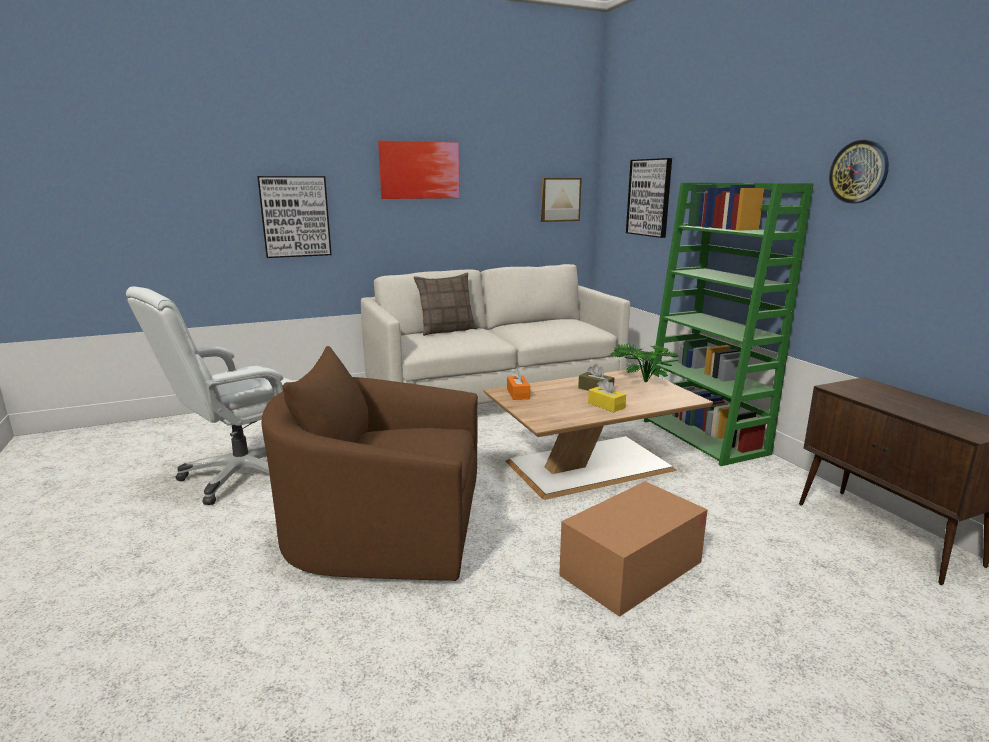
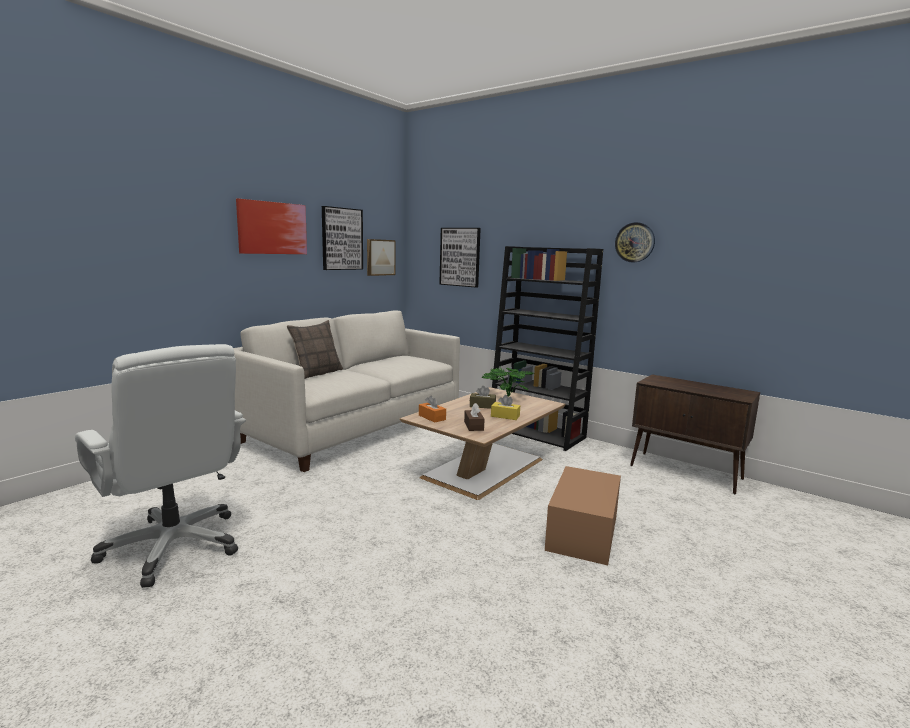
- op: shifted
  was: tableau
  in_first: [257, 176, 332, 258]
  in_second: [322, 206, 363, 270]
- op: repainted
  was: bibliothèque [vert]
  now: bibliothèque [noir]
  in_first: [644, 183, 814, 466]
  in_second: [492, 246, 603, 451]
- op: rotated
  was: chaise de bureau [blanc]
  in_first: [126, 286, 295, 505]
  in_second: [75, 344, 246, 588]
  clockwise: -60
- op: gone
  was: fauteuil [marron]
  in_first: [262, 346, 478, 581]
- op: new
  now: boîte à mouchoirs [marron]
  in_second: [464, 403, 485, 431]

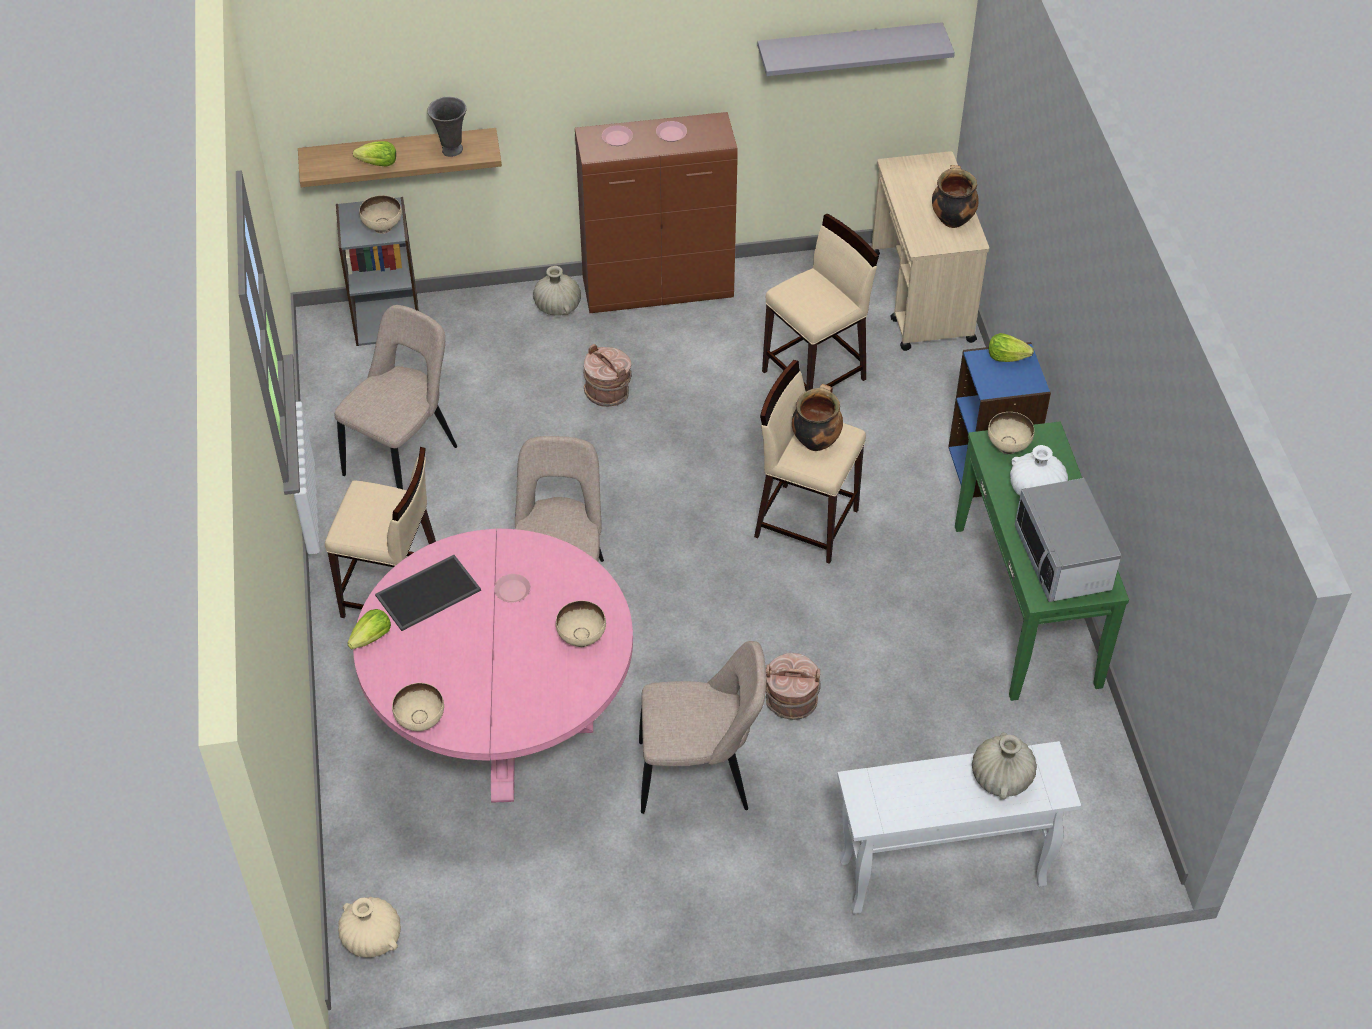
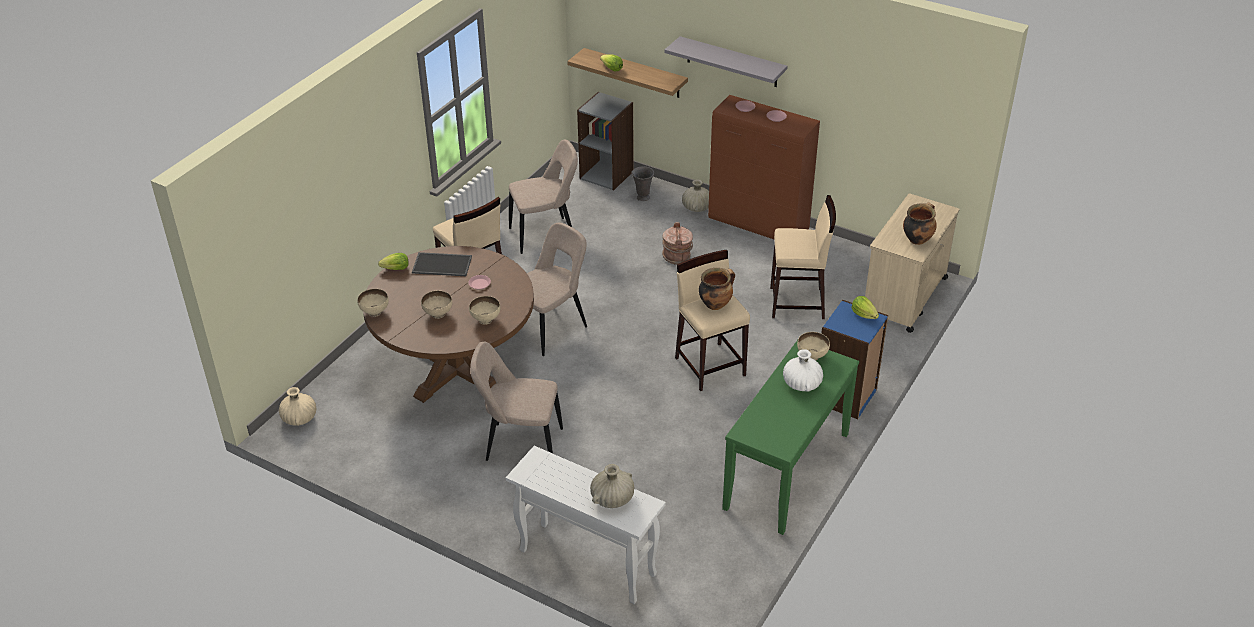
- op: shifted
  was: étagère [gris]
  in_first: [757, 22, 955, 76]
  in_second: [664, 36, 788, 87]
- op: shifted
  was: vase [gris]
  in_first: [427, 97, 467, 157]
  in_second: [631, 167, 654, 201]
- op: shifted
  was: bol [beige]
  in_first: [359, 195, 402, 234]
  in_second: [421, 291, 452, 319]
- op: gone
  was: micro-ondes
  in_first: [1015, 478, 1122, 602]
- op: repainted
  was: table à manger [rose]
  now: table à manger [marron]
  in_first: [353, 528, 633, 803]
  in_second: [363, 246, 534, 403]
- op: rotated
  was: chaise [beige]
  in_first: [639, 641, 766, 814]
  in_second: [470, 342, 563, 461]
  clockwise: 150
- op: gone
  was: seau [marron]
  in_first: [766, 653, 821, 720]

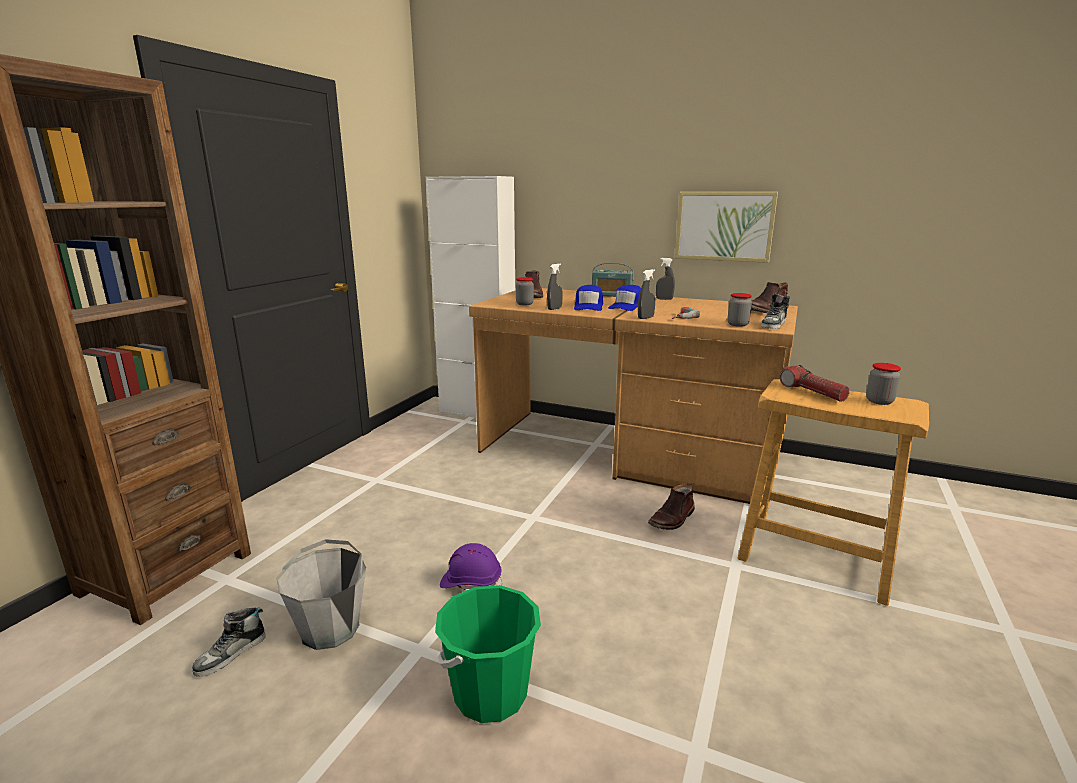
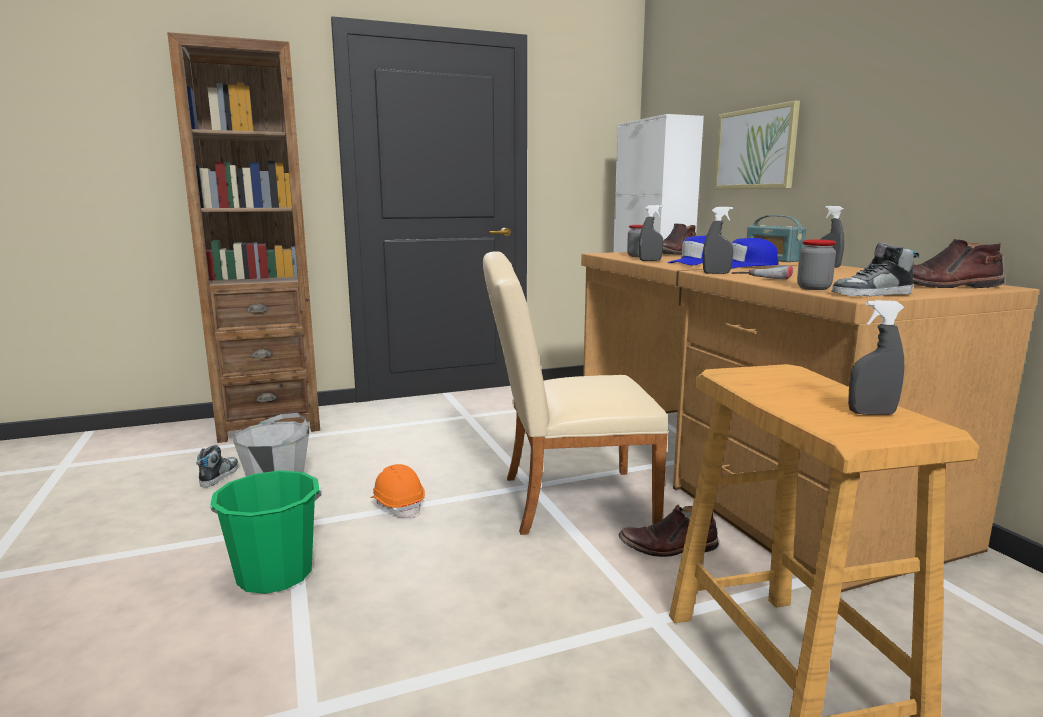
- op: shifted
  was: tableau
  in_first: [675, 192, 778, 263]
  in_second: [714, 101, 800, 189]
- op: swapped
  was: bocal
  now: vaporisateur [gris]
  in_first: [866, 363, 901, 405]
  in_second: [848, 300, 904, 415]
- op: gone
  was: lampe de poche
  in_first: [780, 365, 850, 402]
- op: repainted
  was: casque de chantier [violet]
  now: casque de chantier [orange]
  in_first: [440, 543, 503, 590]
  in_second: [370, 464, 425, 518]
- op: rotated
  was: chaussure
  in_first: [192, 607, 266, 677]
  in_second: [197, 445, 238, 487]
  clockwise: 105
- op: new
  now: chaise [beige]
  in_second: [483, 251, 669, 535]

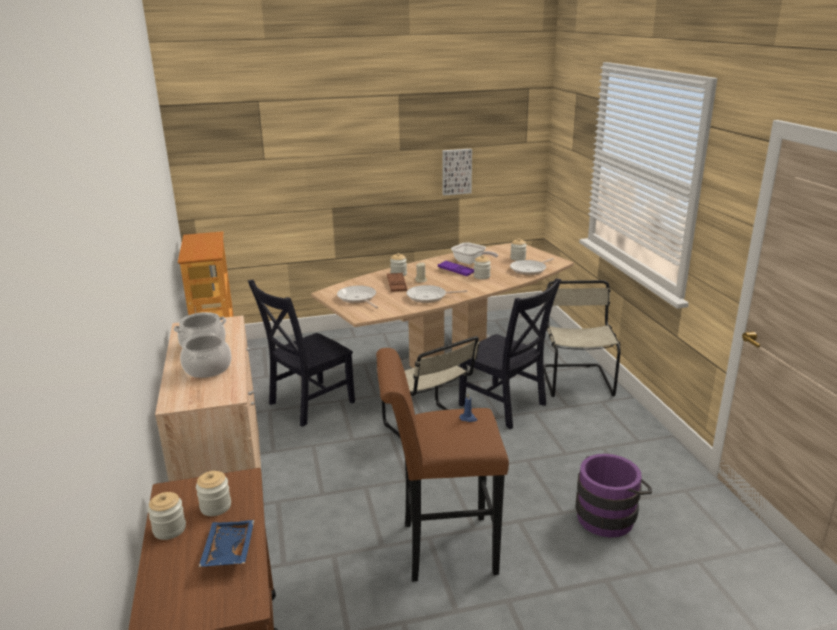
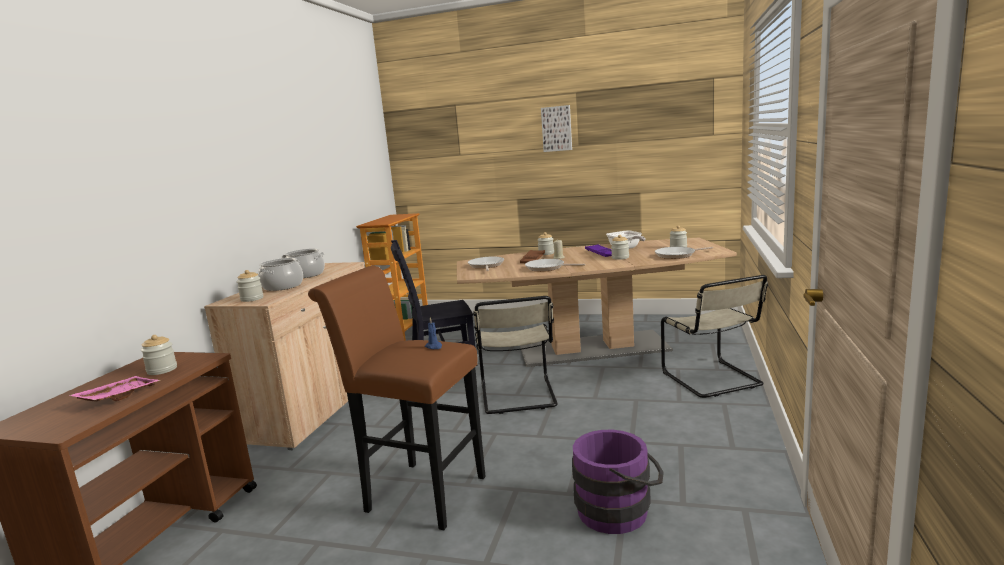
- op: shifted
  was: tableau
  in_first: [442, 149, 472, 195]
  in_second: [541, 105, 572, 152]
- op: gone
  was: chaise [noir]
  in_first: [459, 278, 562, 429]
- op: rotated
  was: chaise [beige]
  in_first: [544, 280, 621, 397]
  in_second: [661, 275, 768, 398]
  clockwise: 135
- op: shifted
  was: bocal
  in_first: [148, 492, 186, 540]
  in_second: [237, 270, 264, 302]
- op: repainted
  was: plateau [bleu]
  now: plateau [rose]
  in_first: [198, 520, 254, 567]
  in_second: [68, 376, 161, 402]

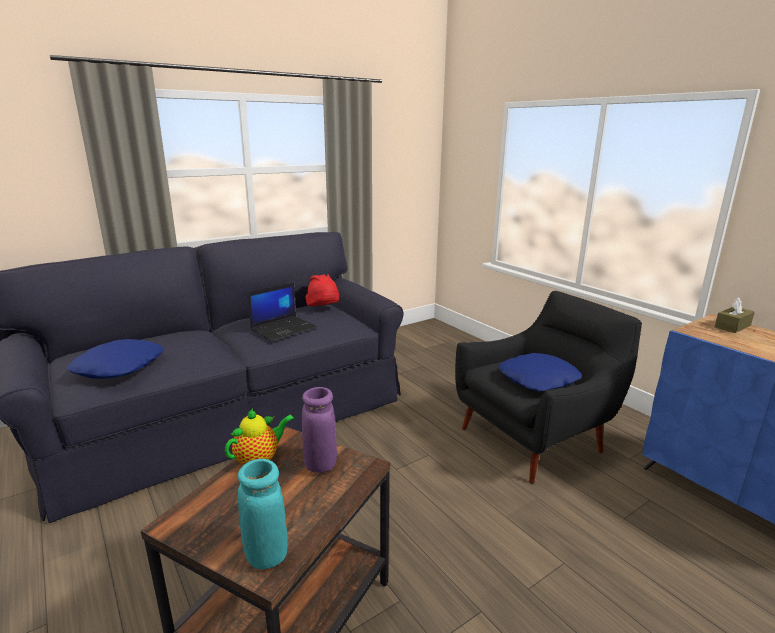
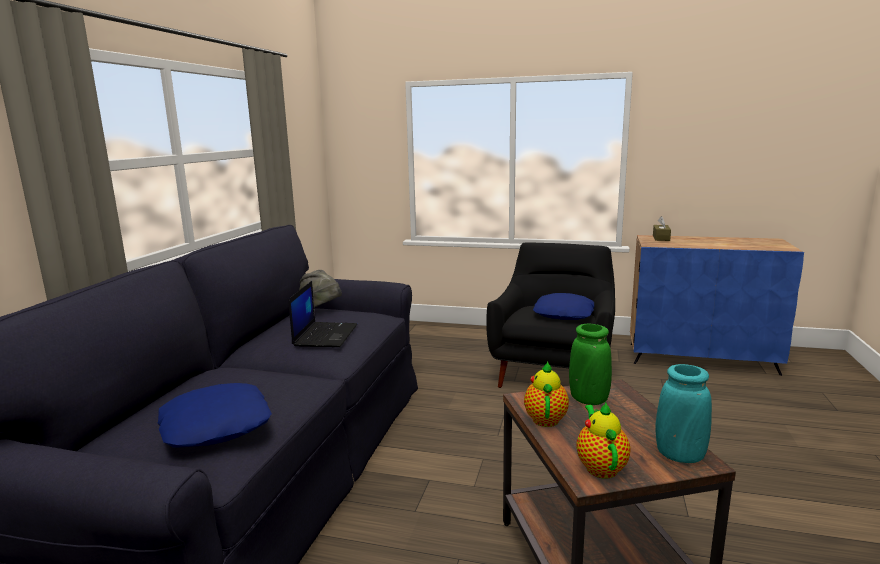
- op: repainted
  was: chapeau [rouge]
  now: chapeau [gris]
  in_first: [306, 274, 339, 306]
  in_second: [299, 270, 342, 308]
- op: repainted
  was: vase [violet]
  now: vase [vert]
  in_first: [302, 387, 337, 473]
  in_second: [569, 324, 612, 405]
- op: new
  now: théière
  in_second: [576, 402, 631, 479]

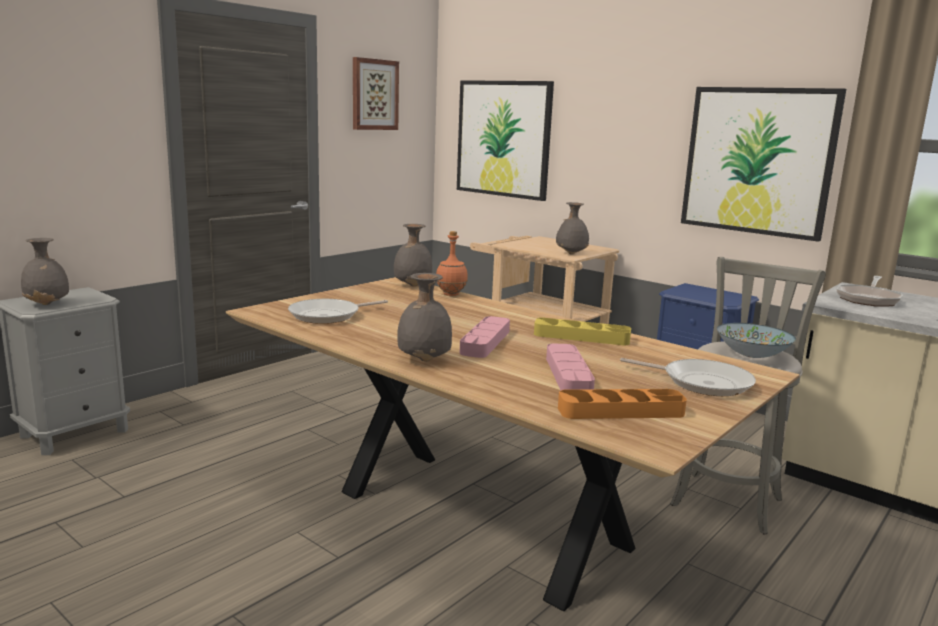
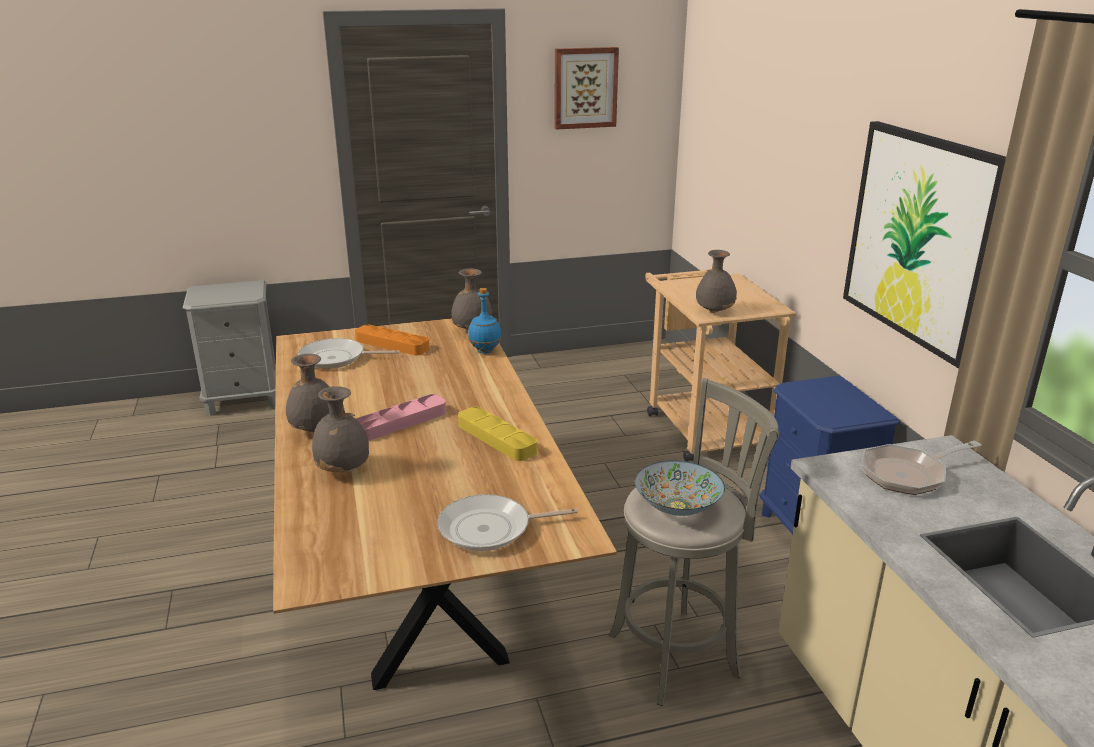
- op: gone
  was: tableau
  in_first: [457, 80, 554, 201]
- op: repainted
  was: bouteille [orange]
  now: bouteille [bleu]
  in_first: [436, 231, 468, 296]
  in_second: [468, 288, 502, 354]
- op: shifted
  was: vase [gris]
  in_first: [21, 238, 69, 305]
  in_second: [312, 386, 369, 472]
- op: gone
  was: plateau [rose]
  in_first: [546, 344, 595, 391]
- op: rotated
  was: poêle
  in_first: [620, 358, 756, 396]
  in_second: [437, 494, 578, 551]
  clockwise: 105
- op: shifted
  was: plateau [orange]
  in_first: [558, 389, 687, 419]
  in_second: [355, 325, 429, 355]

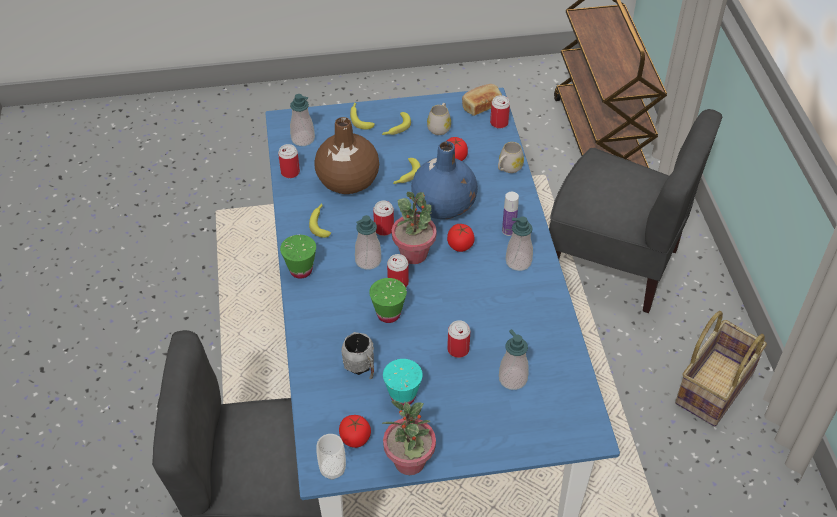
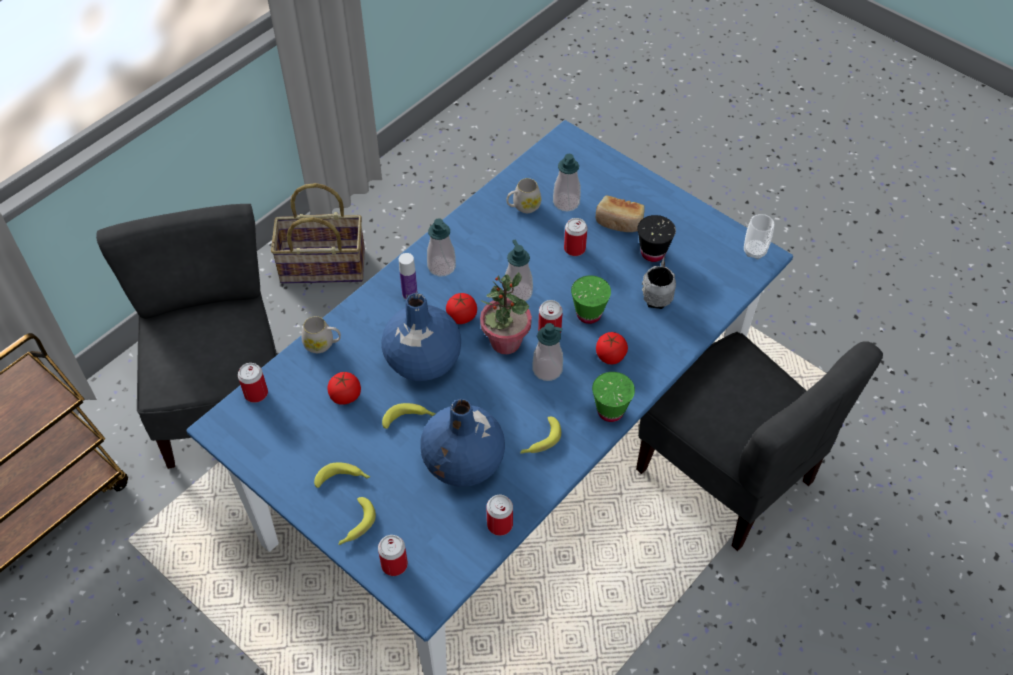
- op: shifted
  was: pain
  in_first: [462, 84, 502, 116]
  in_second: [596, 196, 645, 232]
- op: shifted
  was: distributeur de savon
  in_first: [290, 94, 315, 146]
  in_second: [505, 239, 533, 301]
- op: shifted
  was: mug [blanc]
  in_first: [427, 103, 451, 135]
  in_second: [506, 178, 541, 213]
- op: repainted
  was: vase [marron]
  now: vase [bleu]
  in_first: [314, 117, 379, 194]
  in_second: [420, 399, 505, 487]
- op: shifted
  was: boîte métallique
  in_first: [373, 200, 394, 236]
  in_second: [378, 535, 408, 576]
- op: repainted
  was: tasse [turquoise]
  now: tasse [noir]
  in_first: [383, 359, 423, 405]
  in_second: [637, 215, 676, 262]
- op: gone
  was: plante en pot
  in_first: [382, 400, 436, 475]
- op: shifted
  was: tomate
  in_first: [339, 415, 371, 448]
  in_second: [596, 332, 628, 364]

